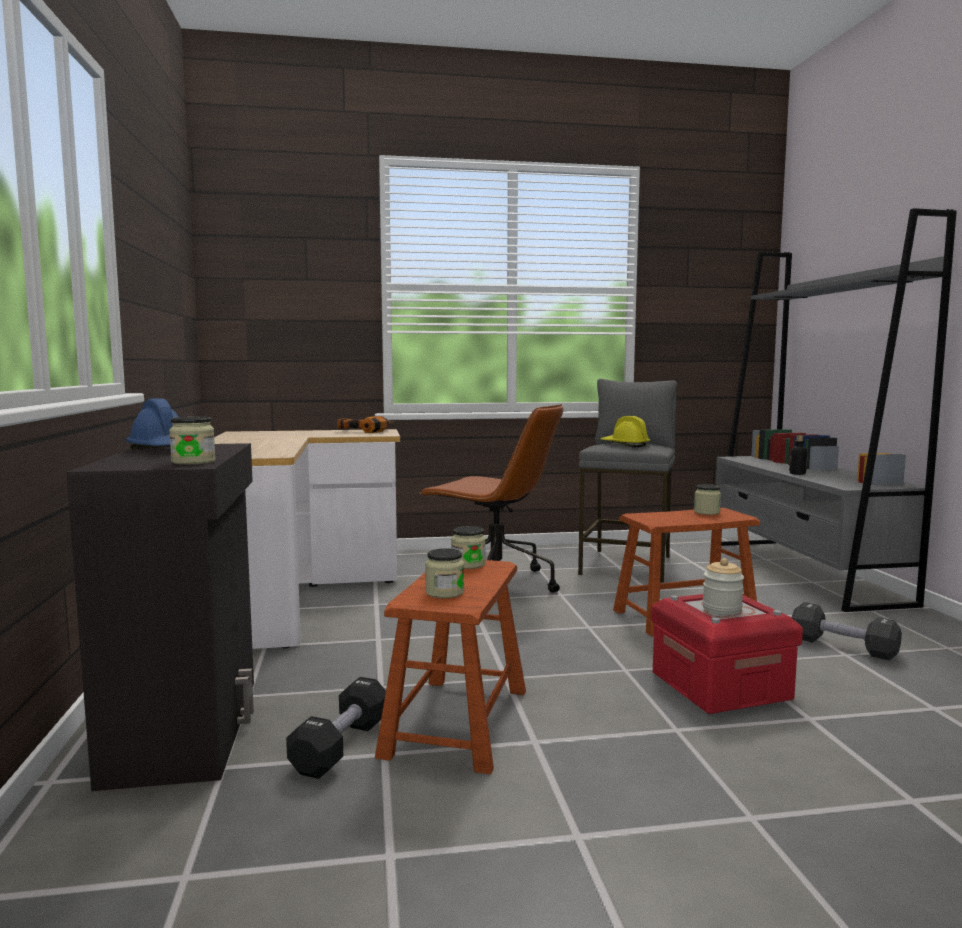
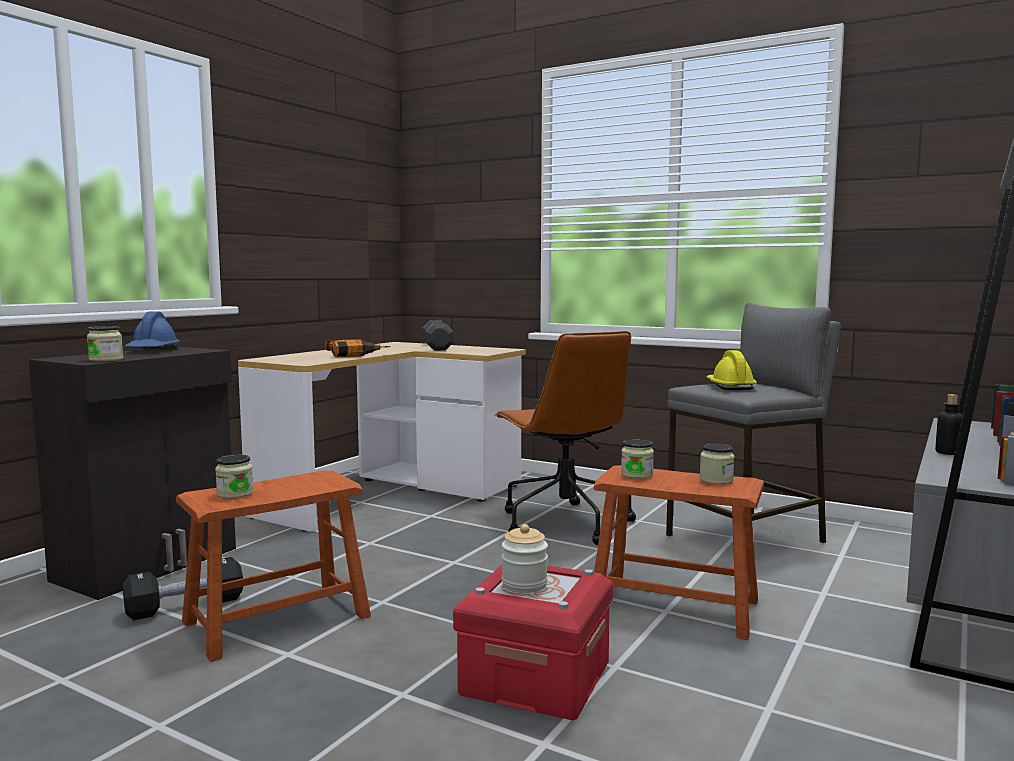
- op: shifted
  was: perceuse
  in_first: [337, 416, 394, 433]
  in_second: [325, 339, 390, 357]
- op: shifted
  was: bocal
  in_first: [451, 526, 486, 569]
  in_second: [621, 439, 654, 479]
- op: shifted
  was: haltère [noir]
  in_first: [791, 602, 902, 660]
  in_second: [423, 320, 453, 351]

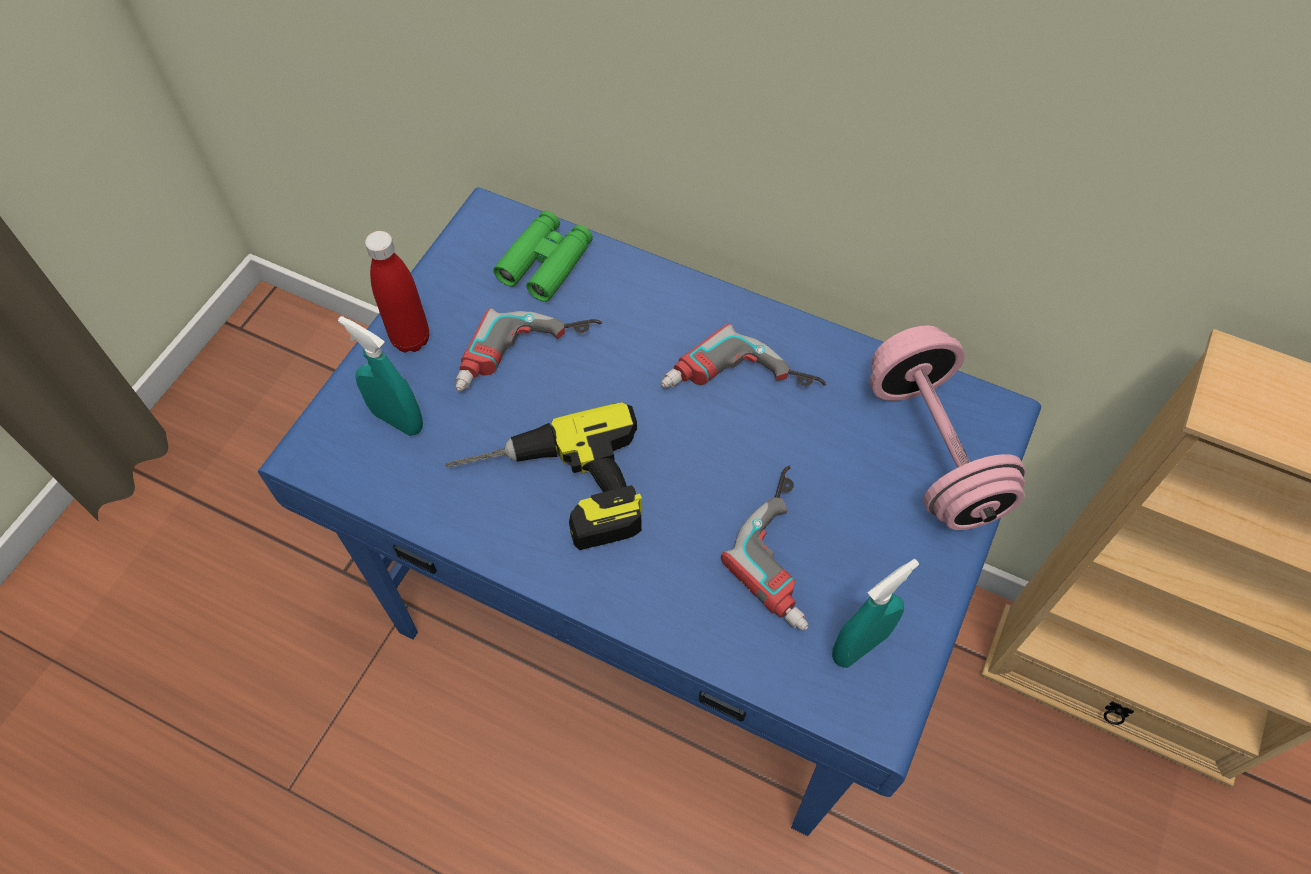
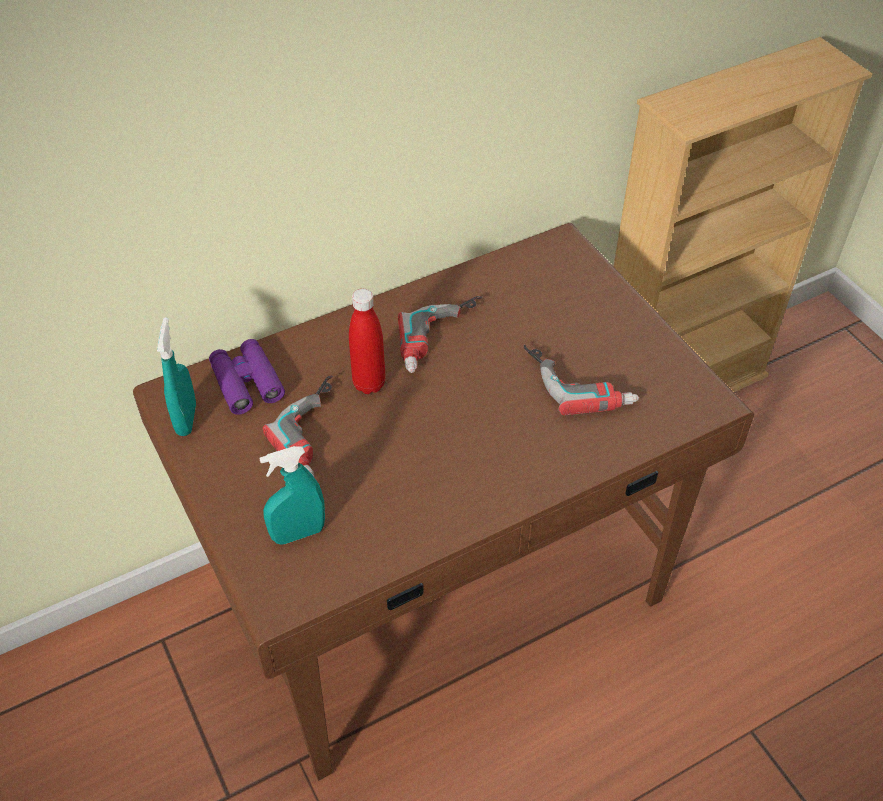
- op: repainted
  was: bureau [bleu]
  now: bureau [marron]
  in_first: [258, 187, 1041, 836]
  in_second: [133, 223, 754, 781]
- op: repainted
  was: jumelles [vert]
  now: jumelles [violet]
  in_first: [493, 211, 593, 302]
  in_second: [209, 339, 285, 415]
- op: shifted
  was: bouteille [rouge]
  in_first: [365, 231, 429, 352]
  in_second: [349, 289, 386, 394]
- op: gone
  was: haltère [rose]
  in_first: [870, 326, 1026, 530]
- op: gone
  was: perceuse
  in_first: [445, 402, 642, 550]
- op: shifted
  was: vaporisateur [turquoise]
  in_first: [832, 559, 919, 668]
  in_second: [157, 318, 196, 436]

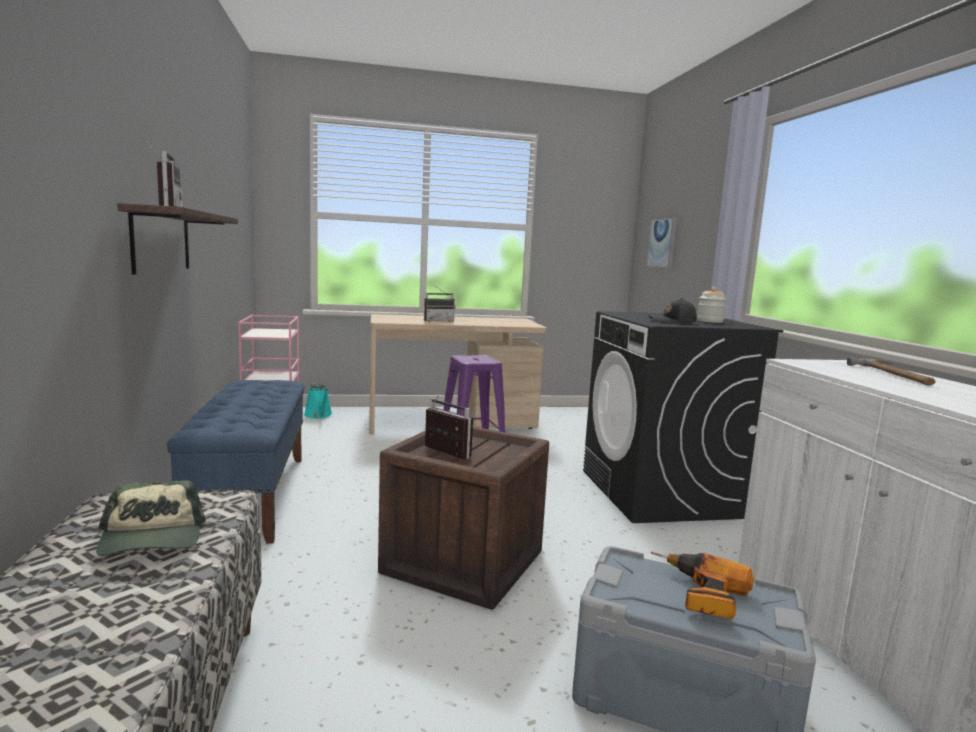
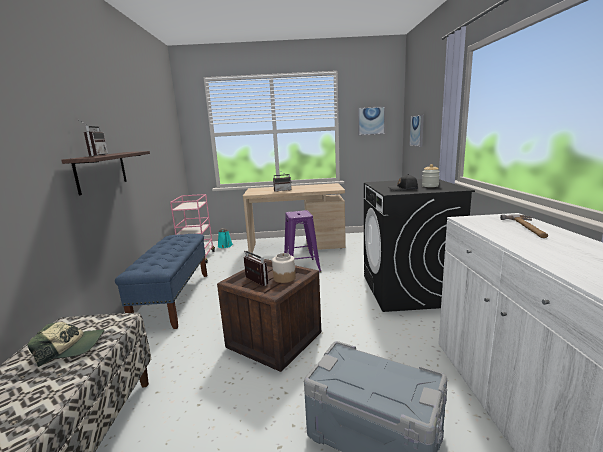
- op: rotated
  was: casquette
  in_first: [96, 481, 206, 556]
  in_second: [28, 322, 104, 367]
  clockwise: -90
- op: gone
  was: perceuse
  in_first: [651, 552, 754, 619]
- op: new
  now: tableau
  in_second: [358, 106, 385, 136]
- op: new
  now: bocal
  in_second: [272, 253, 296, 283]

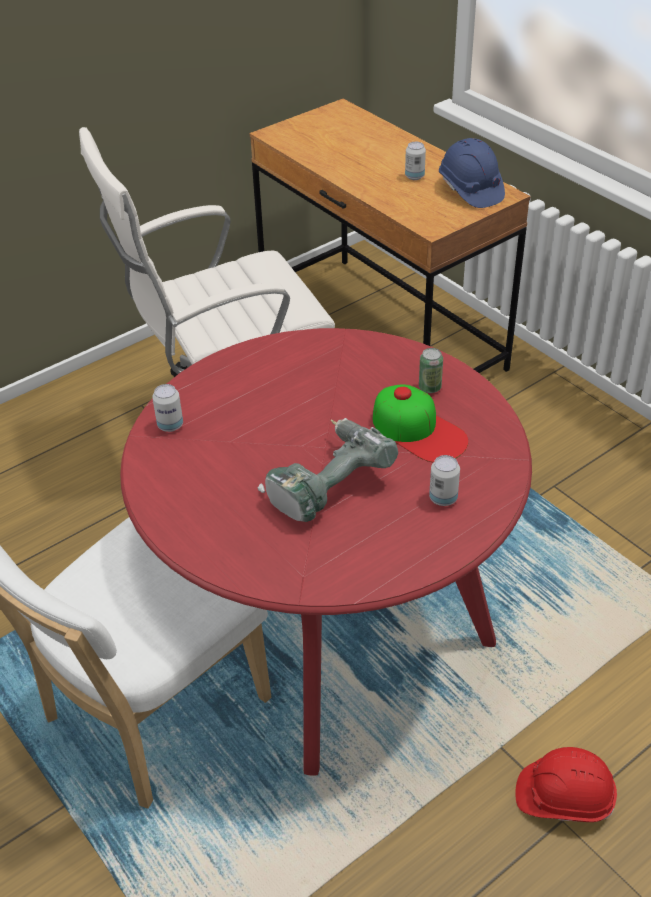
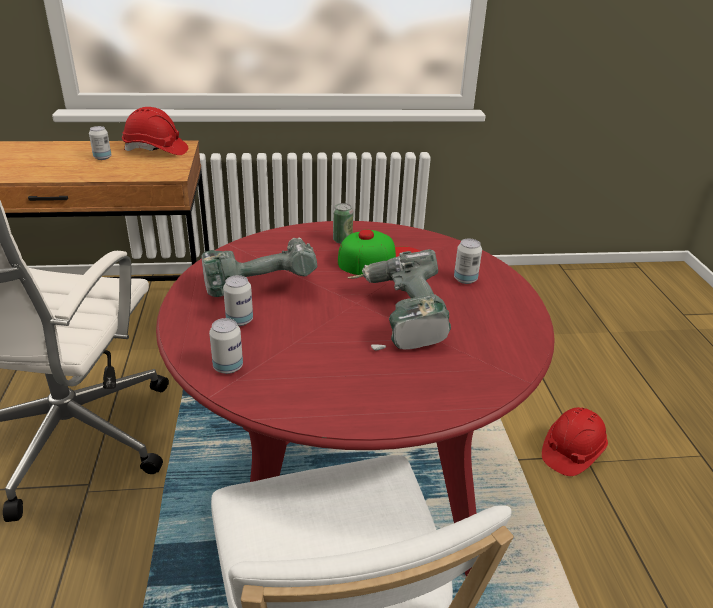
- op: repainted
  was: casque de chantier [bleu]
  now: casque de chantier [rouge]
  in_first: [439, 138, 505, 208]
  in_second: [122, 107, 188, 155]
- op: new
  now: perceuse
  in_second: [201, 237, 317, 297]
- op: new
  now: boîte métallique
  in_second: [223, 275, 253, 326]

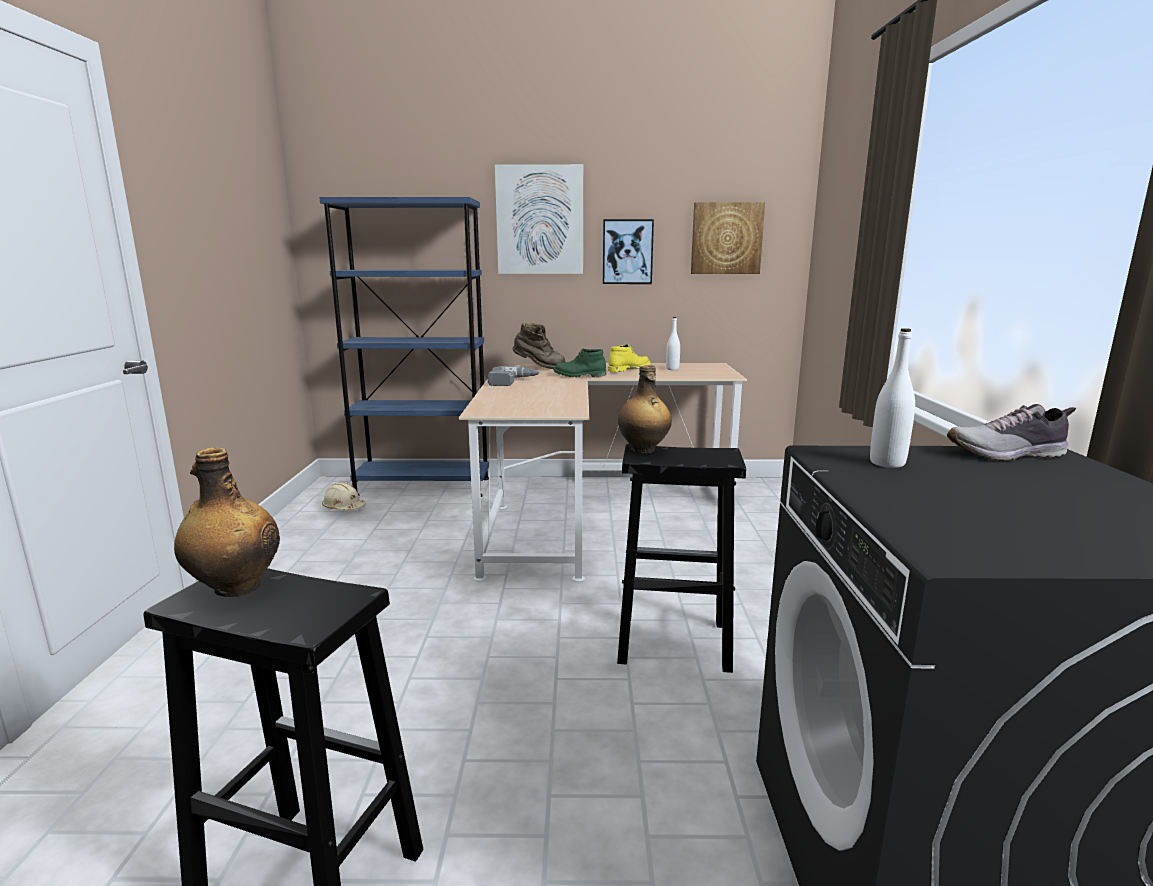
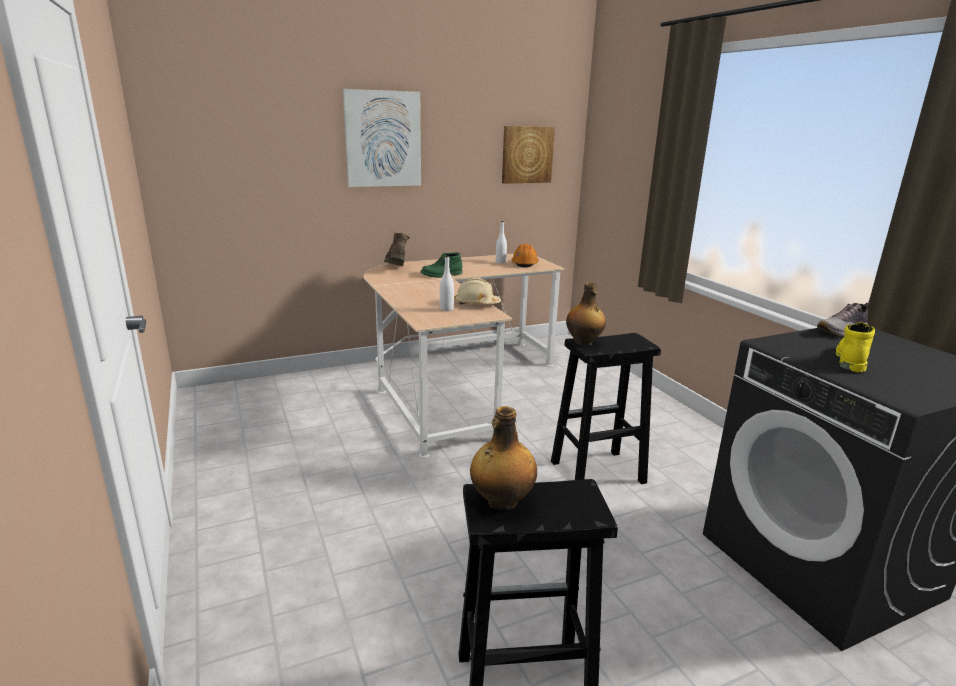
- op: gone
  was: bibliothèque [bleu]
  in_first: [319, 197, 489, 497]
- op: gone
  was: tableau
  in_first: [603, 219, 654, 284]
- op: rotated
  was: botte [marron]
  in_first: [513, 323, 566, 369]
  in_second: [384, 232, 410, 266]
  clockwise: -90
- op: shifted
  was: bouteille [blanc]
  in_first: [870, 328, 915, 468]
  in_second: [440, 256, 454, 311]
- op: shifted
  was: botte [jaune]
  in_first: [608, 344, 650, 372]
  in_second: [836, 322, 875, 372]
- op: gone
  was: perceuse
  in_first: [487, 366, 540, 386]
- op: shifted
  was: casque de chantier [beige]
  in_first: [322, 482, 366, 511]
  in_second: [454, 278, 501, 304]
- op: new
  now: casque de chantier [orange]
  in_second: [511, 244, 539, 268]

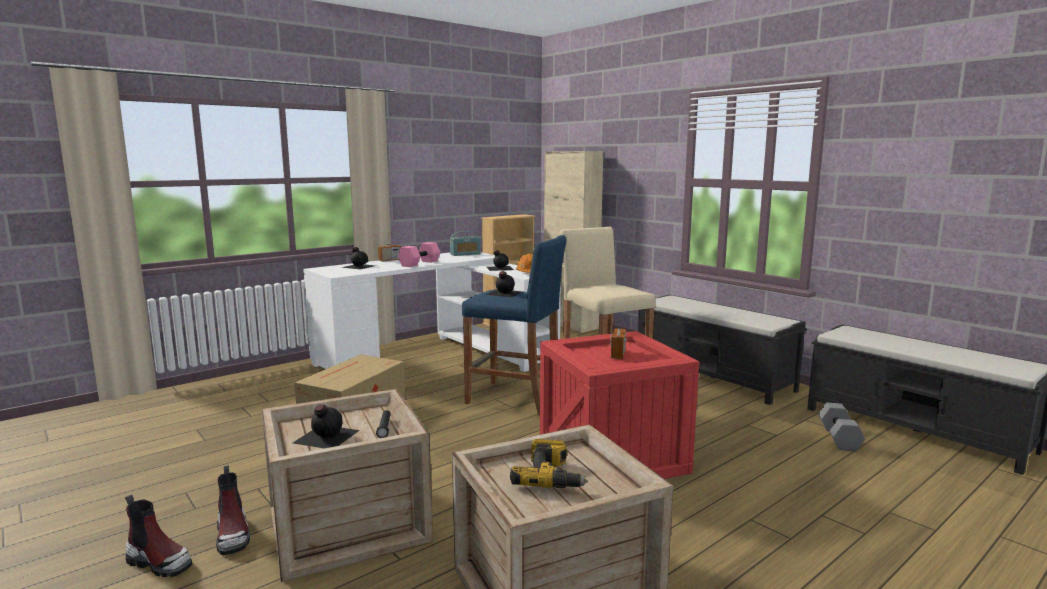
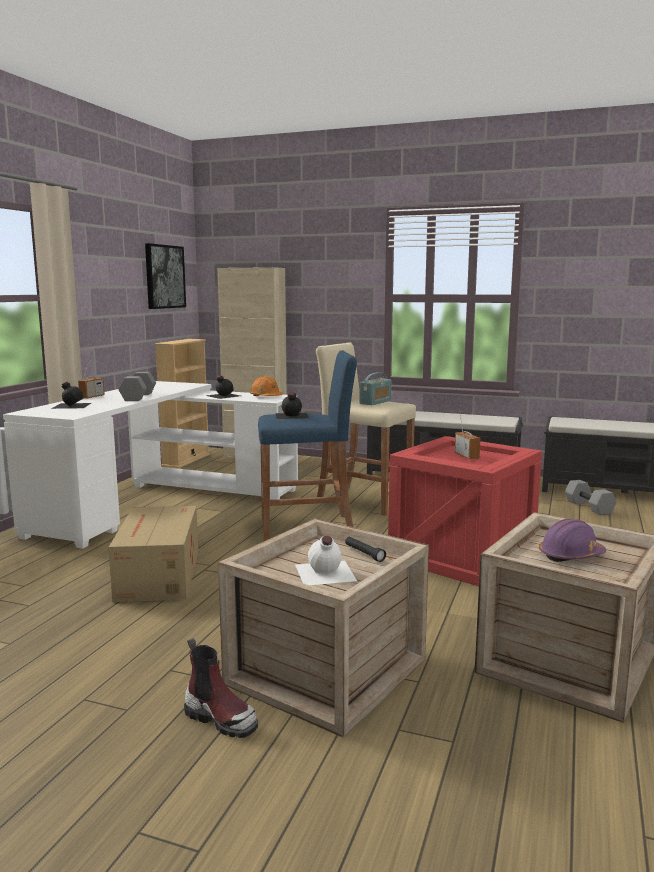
- op: shifted
  was: radio
  in_first: [450, 231, 481, 256]
  in_second: [359, 372, 391, 405]
- op: repainted
  was: haltère [rose]
  now: haltère [gris]
  in_first: [398, 242, 440, 267]
  in_second: [119, 372, 156, 401]
- op: repainted
  was: bouteille [noir]
  now: bouteille [blanc]
  in_first: [293, 404, 360, 448]
  in_second: [295, 536, 357, 585]
- op: swapped
  was: perceuse
  now: casque de chantier [violet]
  in_first: [510, 439, 588, 489]
  in_second: [539, 519, 606, 562]
- op: gone
  was: botte
  in_first: [125, 494, 192, 577]
- op: new
  now: tableau
  in_second: [145, 243, 186, 309]

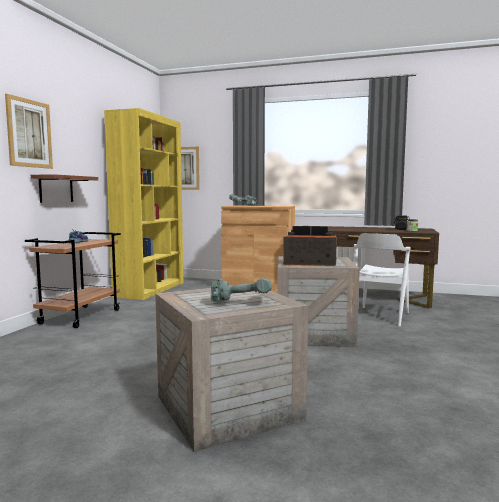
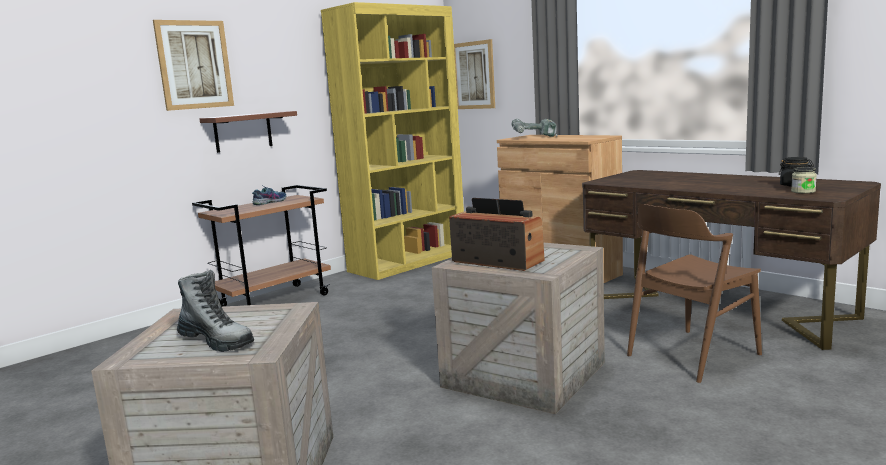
- op: repainted
  was: chaise [blanc]
  now: chaise [marron]
  in_first: [354, 233, 411, 326]
  in_second: [627, 204, 762, 383]
- op: swapped
  was: perceuse
  now: botte
  in_first: [211, 278, 272, 302]
  in_second: [177, 270, 254, 352]

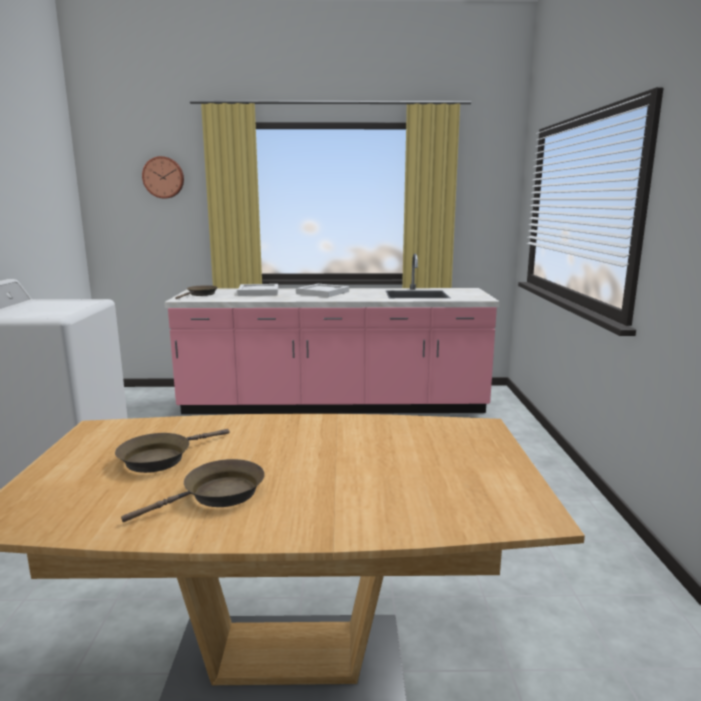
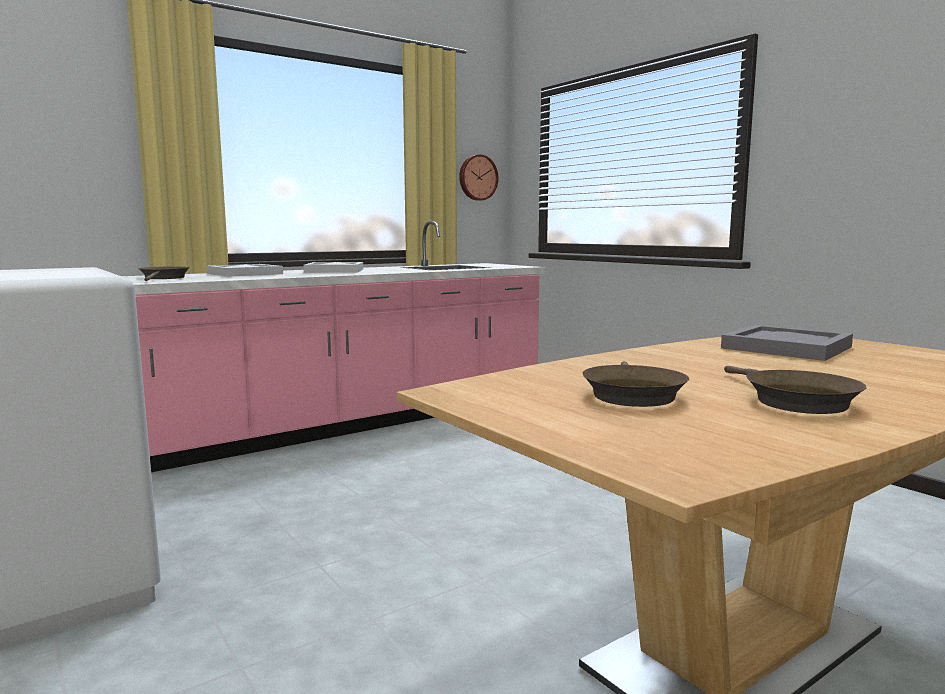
- op: shifted
  was: horloge murale
  in_first: [142, 156, 184, 199]
  in_second: [459, 154, 498, 201]
- op: rotated
  was: poêle [marron]
  in_first: [121, 459, 265, 522]
  in_second: [724, 366, 867, 414]
  clockwise: 150
- op: new
  now: plateau [gris]
  in_second: [721, 325, 853, 361]

